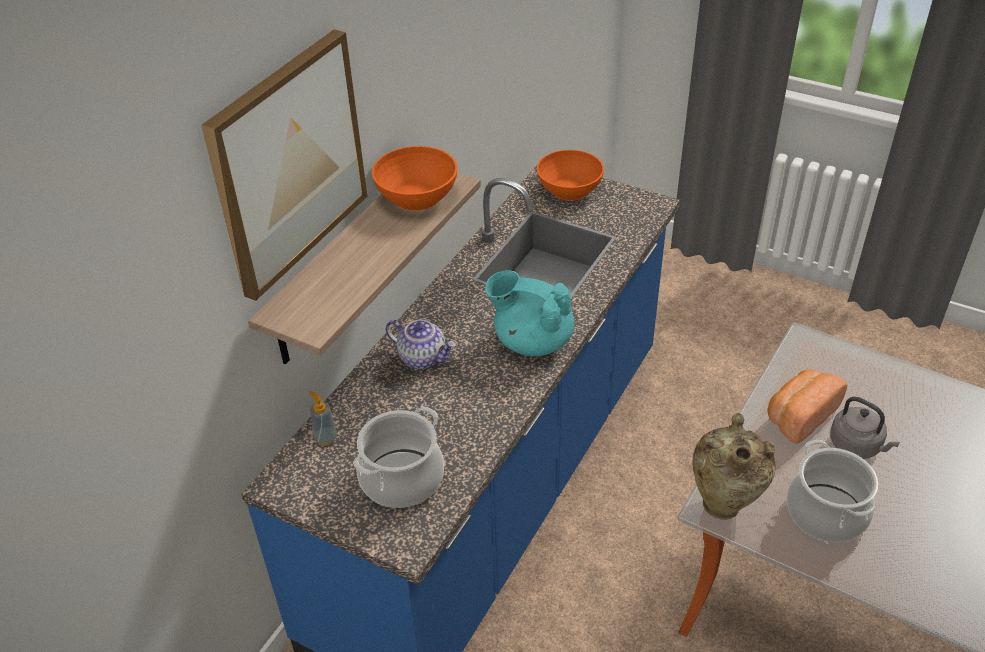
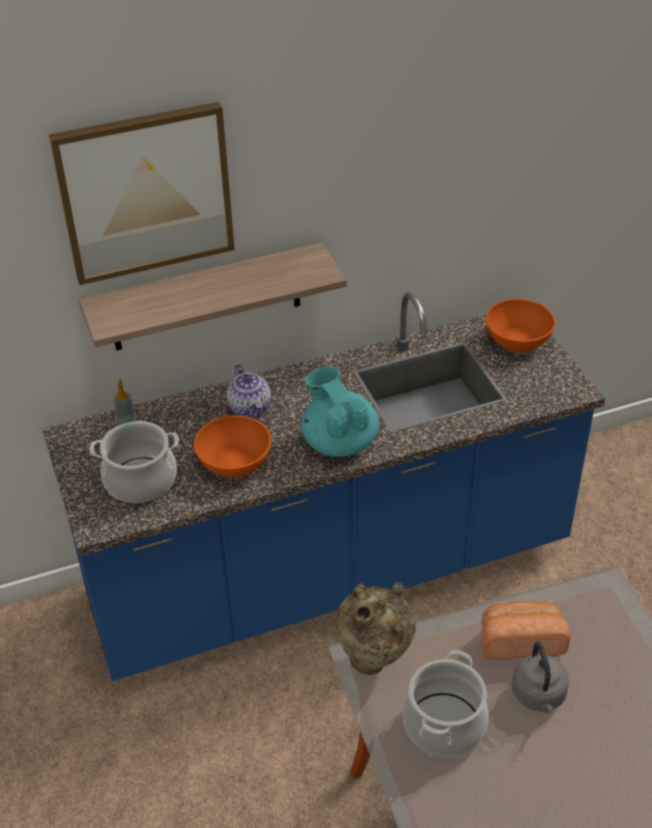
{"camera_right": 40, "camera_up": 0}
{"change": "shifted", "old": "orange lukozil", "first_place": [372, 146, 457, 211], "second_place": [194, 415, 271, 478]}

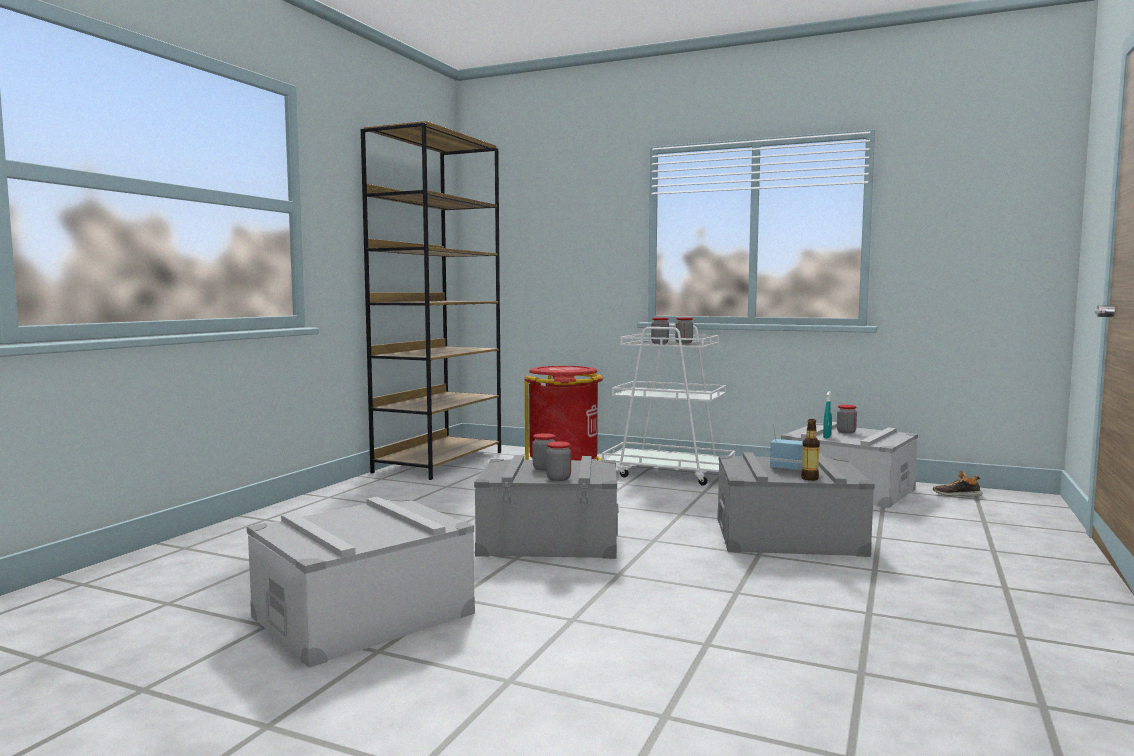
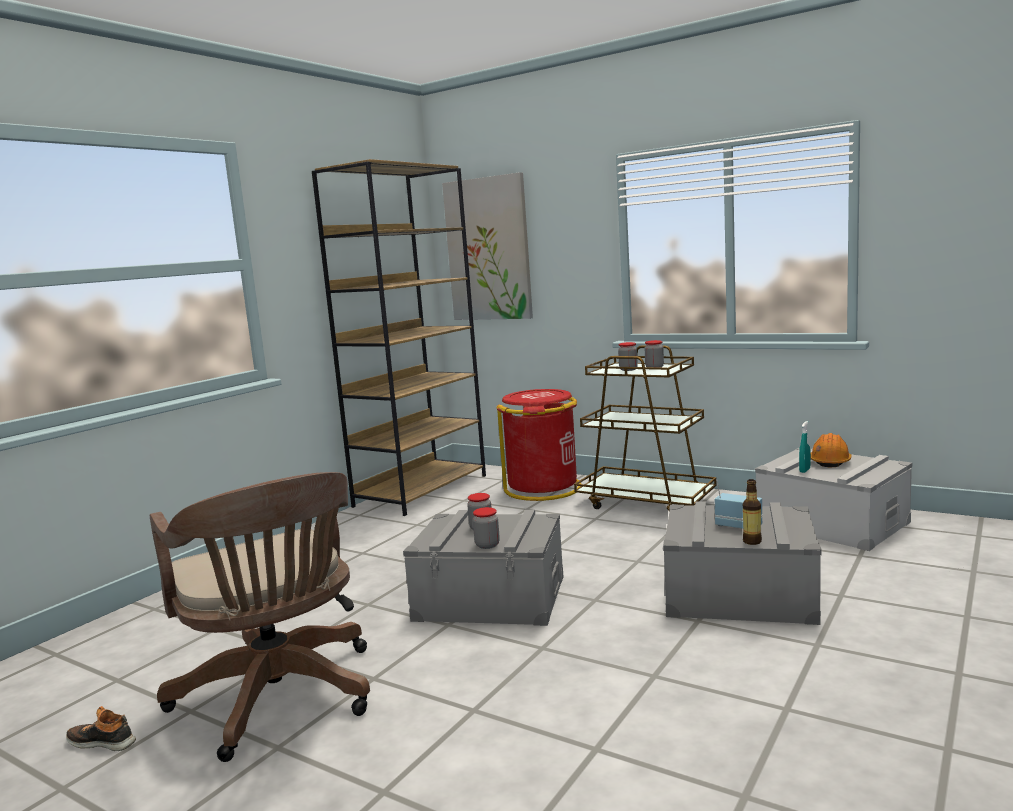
{"camera_right": 10, "camera_up": 5}
{"change": "new", "new": "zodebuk", "second_place": [442, 172, 533, 320]}
{"change": "shifted", "old": "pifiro", "first_place": [933, 471, 982, 497], "second_place": [66, 706, 136, 751]}
{"change": "swapped", "old": "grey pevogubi", "new": "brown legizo", "first_place": [247, 496, 475, 668], "second_place": [150, 472, 370, 762]}
{"change": "swapped", "old": "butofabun", "new": "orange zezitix", "first_place": [837, 405, 857, 434], "second_place": [811, 433, 852, 468]}
{"change": "repainted", "old": "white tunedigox", "new": "brown tunedigox", "first_place": [602, 324, 735, 486], "second_place": [574, 346, 717, 511]}

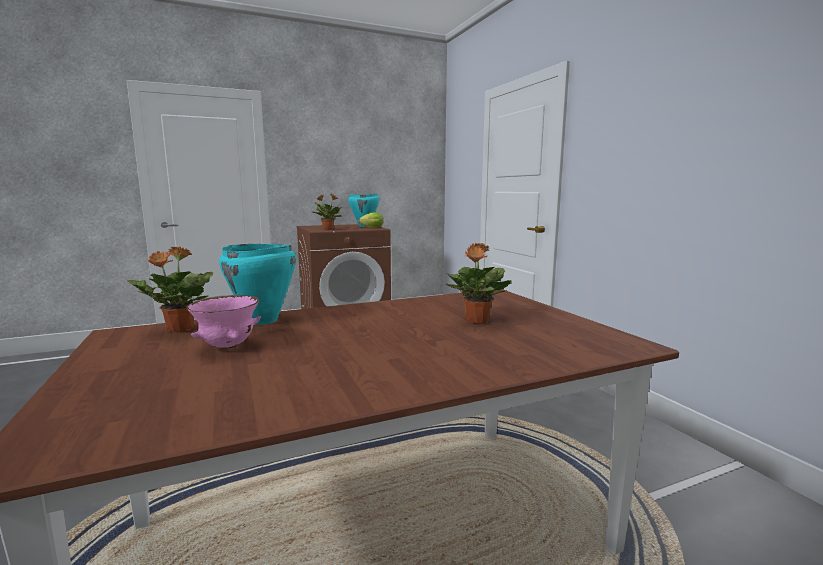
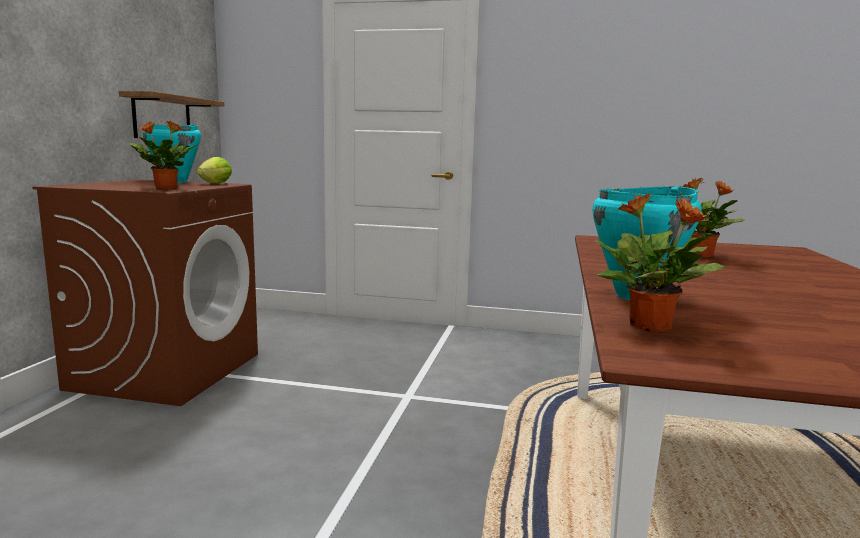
{"camera_right": -55, "camera_up": 0}
{"change": "gone", "old": "pink lukozil", "first_place": [186, 295, 261, 349]}
{"change": "new", "new": "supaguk", "second_place": [119, 91, 224, 138]}

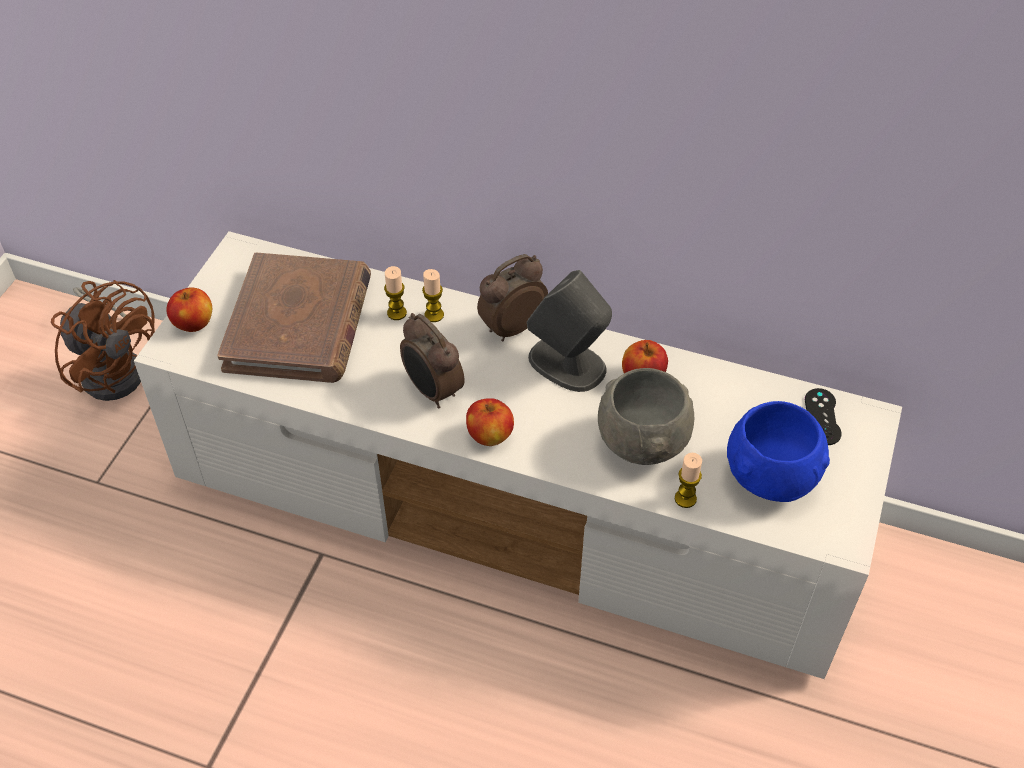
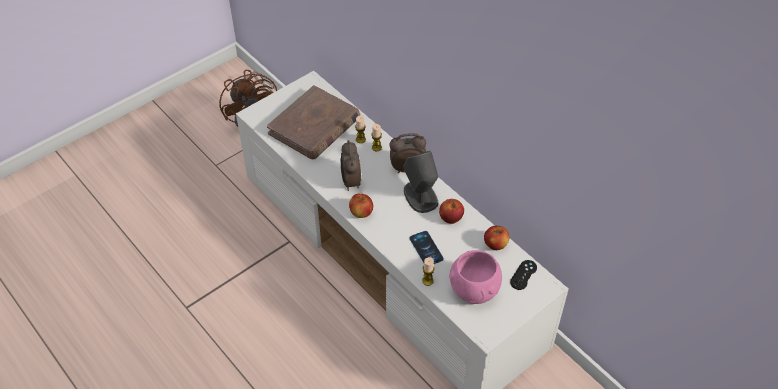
{"camera_right": 30, "camera_up": 0}
{"change": "shifted", "old": "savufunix", "first_place": [166, 287, 212, 332], "second_place": [484, 226, 509, 250]}
{"change": "swapped", "old": "grey lukozil", "new": "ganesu", "first_place": [598, 368, 694, 465], "second_place": [409, 231, 444, 264]}
{"change": "repainted", "old": "blue lukozil", "new": "pink lukozil", "first_place": [727, 401, 830, 502], "second_place": [449, 250, 502, 304]}

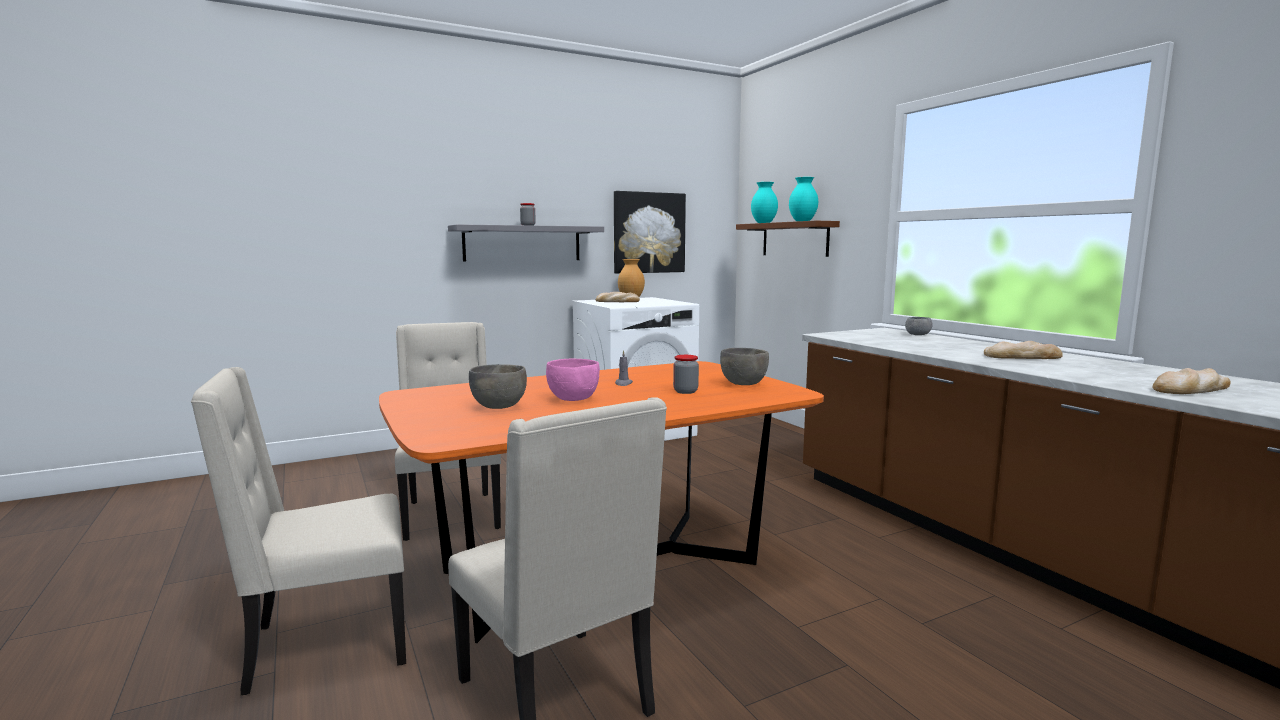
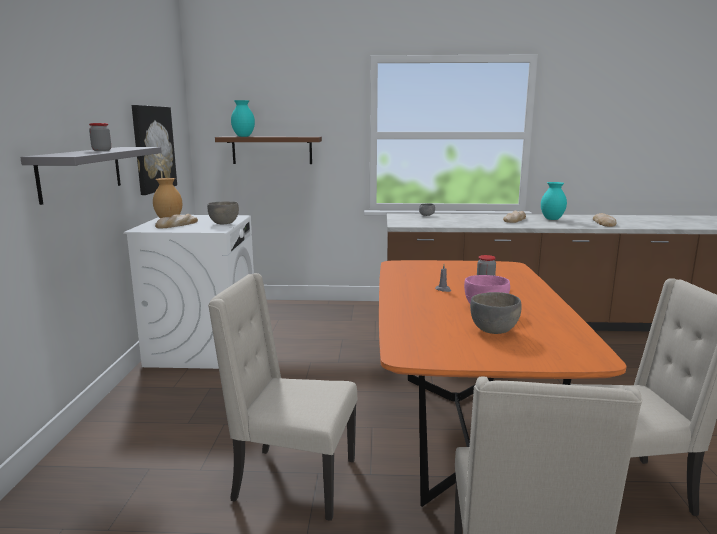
{"camera_right": -60, "camera_up": 5}
{"change": "shifted", "old": "grey lukozil", "first_place": [720, 348, 769, 385], "second_place": [207, 202, 239, 224]}
{"change": "shifted", "old": "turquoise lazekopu", "first_place": [789, 177, 818, 221], "second_place": [541, 182, 567, 220]}

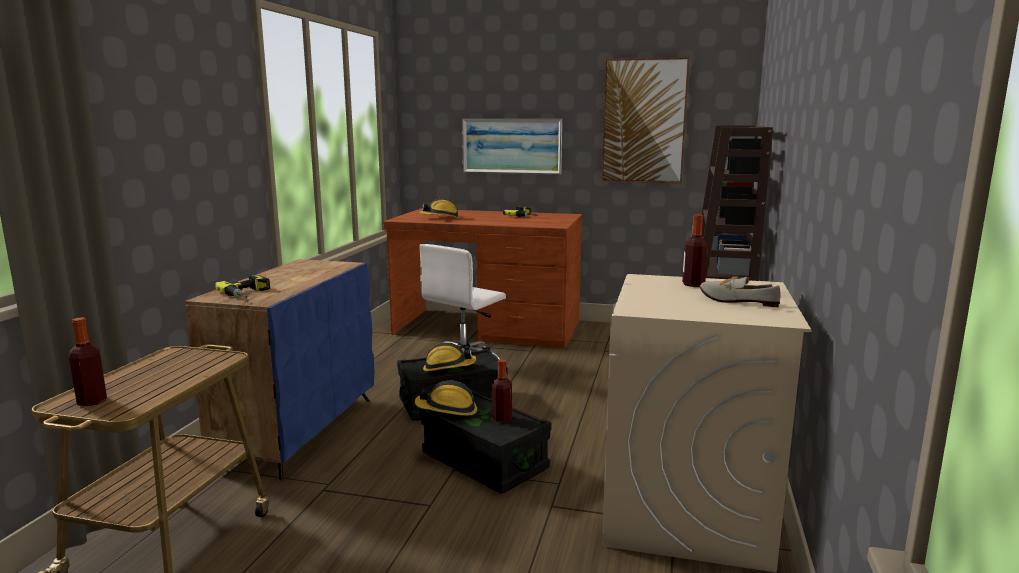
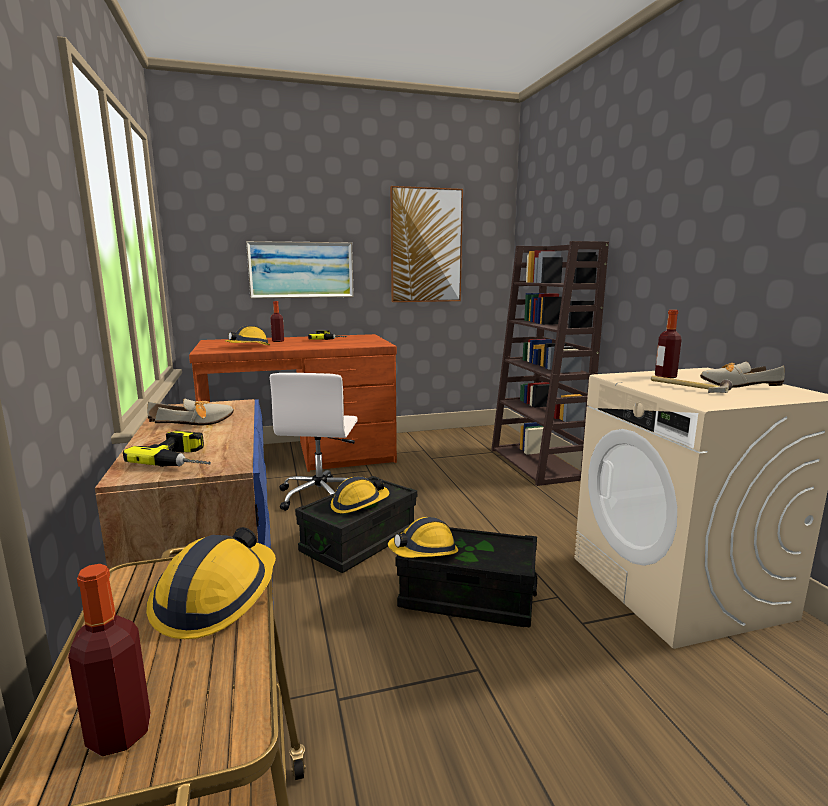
{"camera_right": -30, "camera_up": 0}
{"change": "new", "new": "zezitix", "second_place": [146, 527, 276, 639]}
{"change": "new", "new": "pifiro", "second_place": [147, 399, 234, 425]}
{"change": "new", "new": "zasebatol", "second_place": [651, 376, 733, 393]}
{"change": "shifted", "old": "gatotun", "first_place": [492, 359, 512, 423], "second_place": [271, 301, 284, 342]}

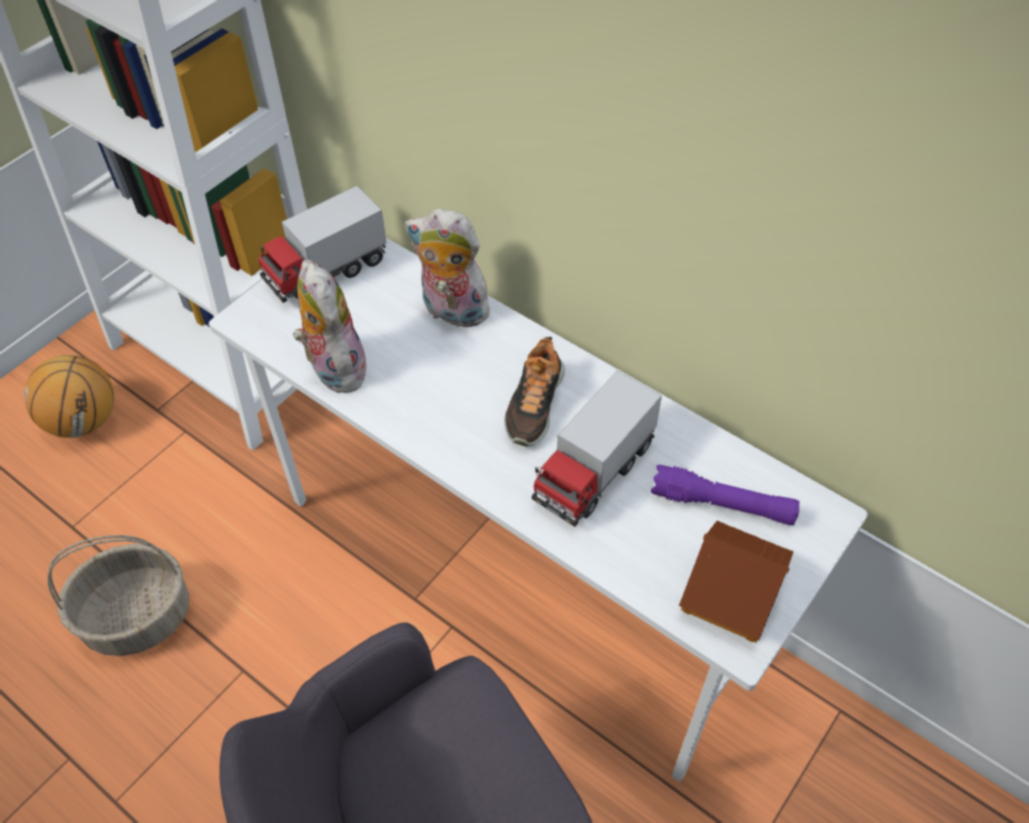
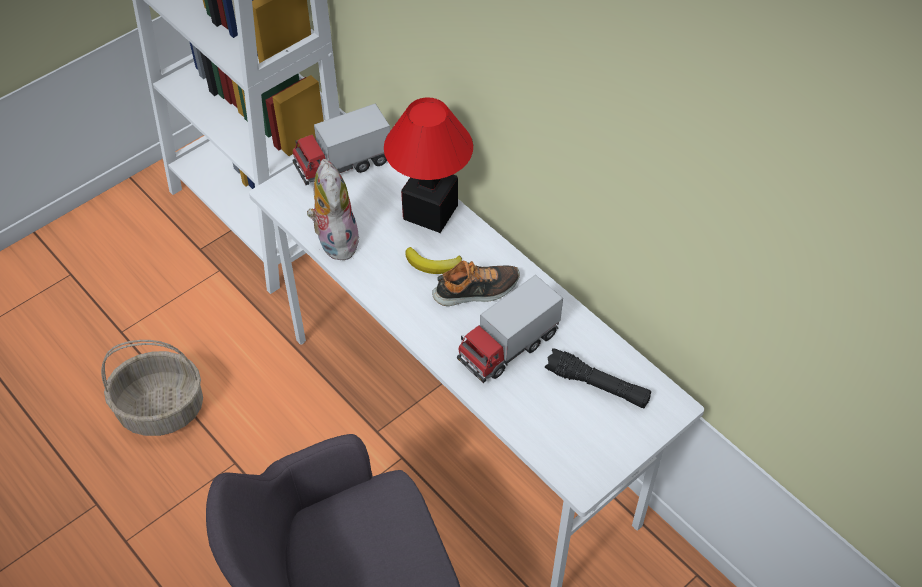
{"camera_right": 10, "camera_up": 0}
{"change": "gone", "old": "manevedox", "first_place": [24, 355, 114, 438]}
{"change": "gone", "old": "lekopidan", "first_place": [679, 521, 793, 642]}
{"change": "new", "new": "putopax", "second_place": [406, 247, 462, 274]}
{"change": "swapped", "old": "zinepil", "new": "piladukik", "first_place": [405, 209, 493, 331], "second_place": [384, 97, 473, 233]}
{"change": "repainted", "old": "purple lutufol", "new": "black lutufol", "first_place": [651, 465, 799, 526], "second_place": [545, 348, 651, 408]}
{"change": "rotated", "old": "pifiro", "first_place": [504, 337, 565, 446], "second_place": [432, 261, 520, 306], "degrees": -135}

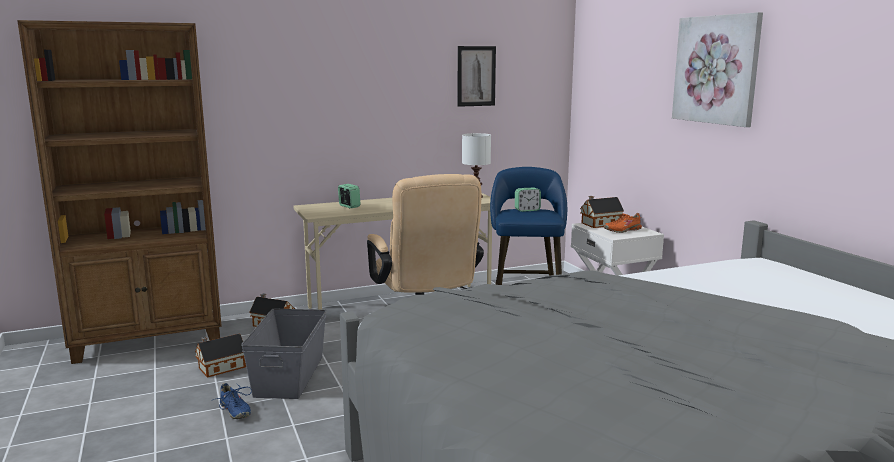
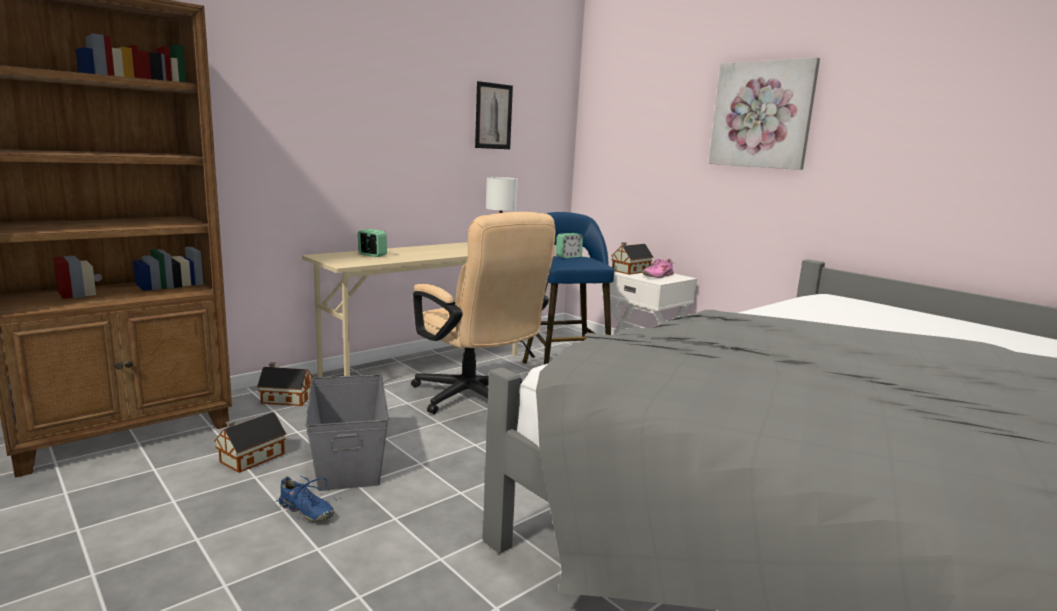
{"camera_right": -20, "camera_up": 0}
{"change": "repainted", "old": "orange pifiro", "new": "pink pifiro", "first_place": [603, 213, 642, 233], "second_place": [642, 258, 676, 278]}

